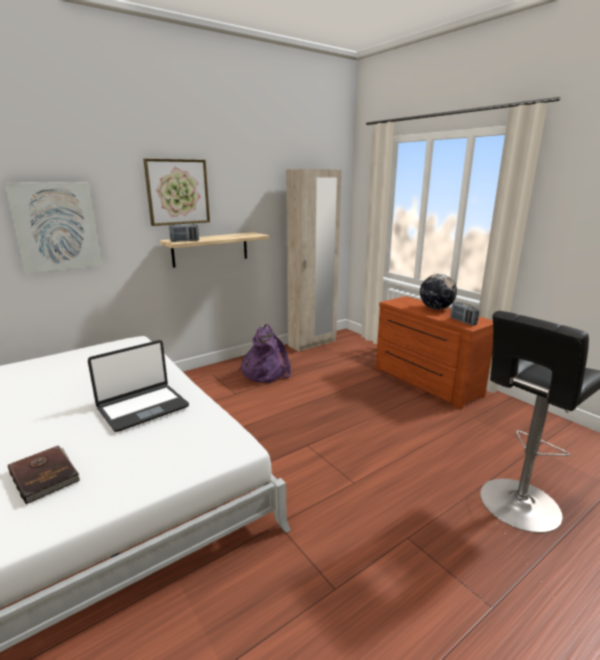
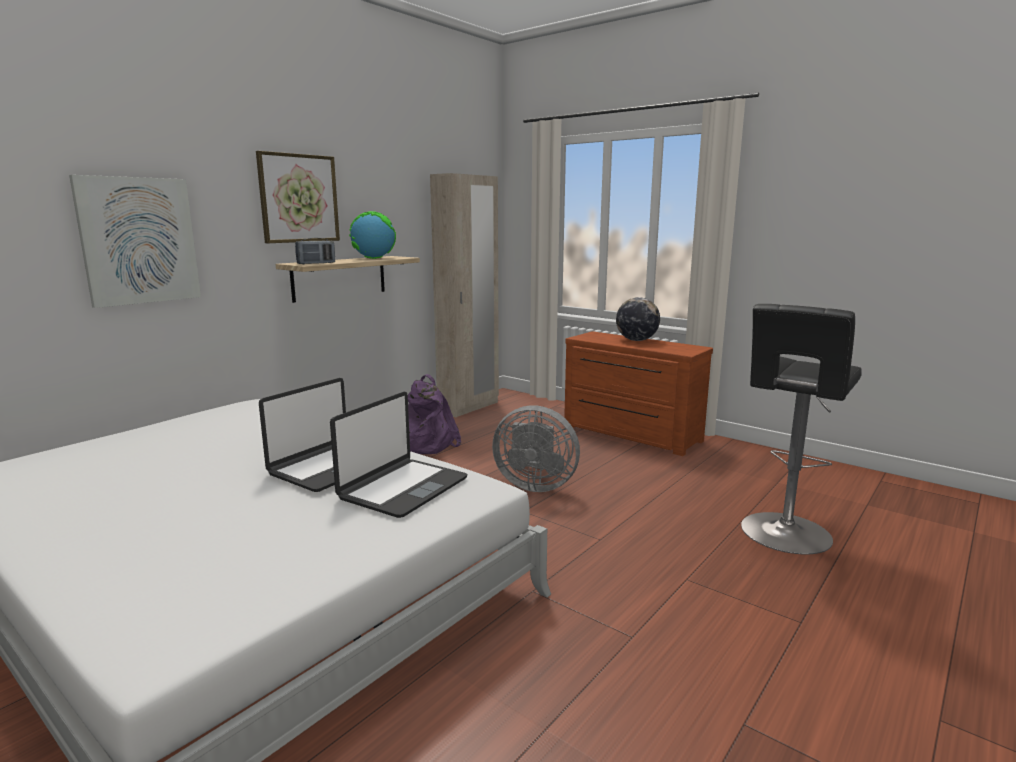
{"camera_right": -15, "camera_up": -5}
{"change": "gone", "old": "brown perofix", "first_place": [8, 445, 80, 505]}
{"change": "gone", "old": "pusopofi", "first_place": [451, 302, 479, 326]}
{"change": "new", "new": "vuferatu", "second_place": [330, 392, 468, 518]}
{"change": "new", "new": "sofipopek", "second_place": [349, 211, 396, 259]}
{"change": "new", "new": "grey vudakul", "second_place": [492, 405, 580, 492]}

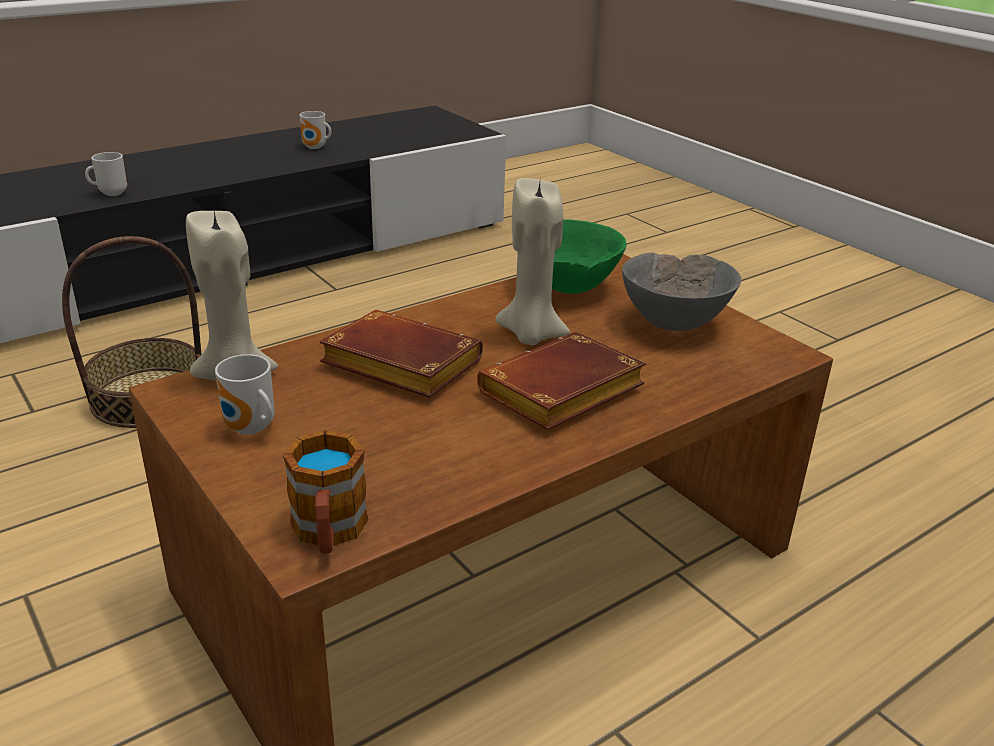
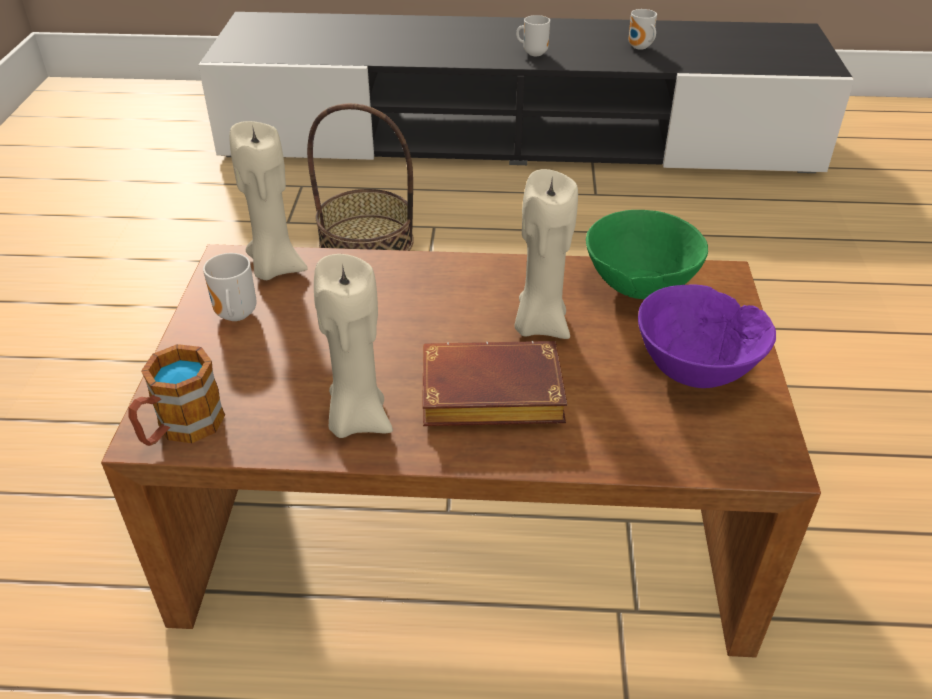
{"camera_right": 40, "camera_up": 10}
{"change": "gone", "old": "brown perofix", "first_place": [319, 310, 483, 398]}
{"change": "new", "new": "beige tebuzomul", "second_place": [314, 254, 393, 438]}
{"change": "shifted", "old": "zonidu", "first_place": [85, 152, 127, 196], "second_place": [516, 15, 550, 56]}
{"change": "repainted", "old": "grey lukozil", "new": "purple lukozil", "first_place": [622, 252, 741, 331], "second_place": [638, 284, 776, 388]}

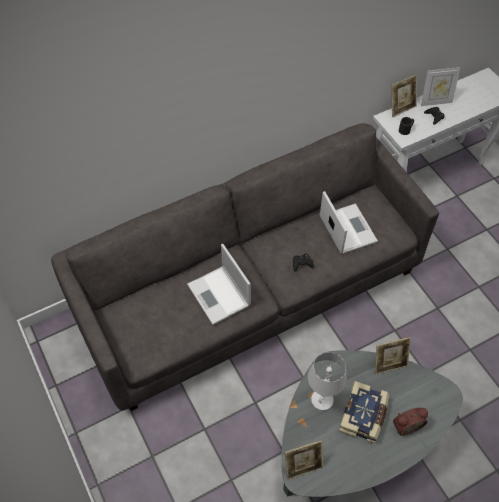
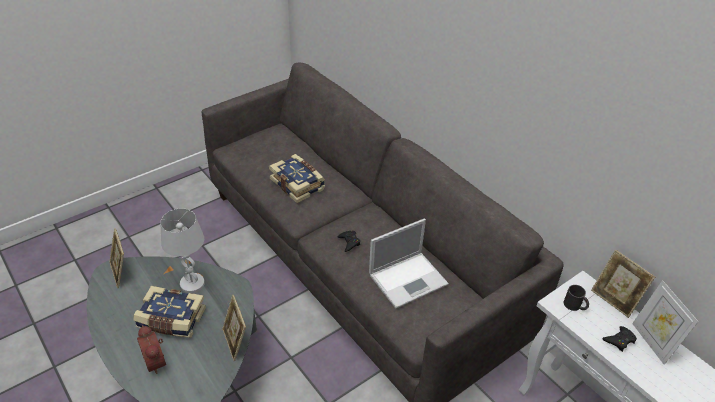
{"camera_right": 80, "camera_up": -15}
{"change": "swapped", "old": "vuferatu", "new": "perofix", "first_place": [187, 244, 251, 325], "second_place": [269, 154, 325, 203]}

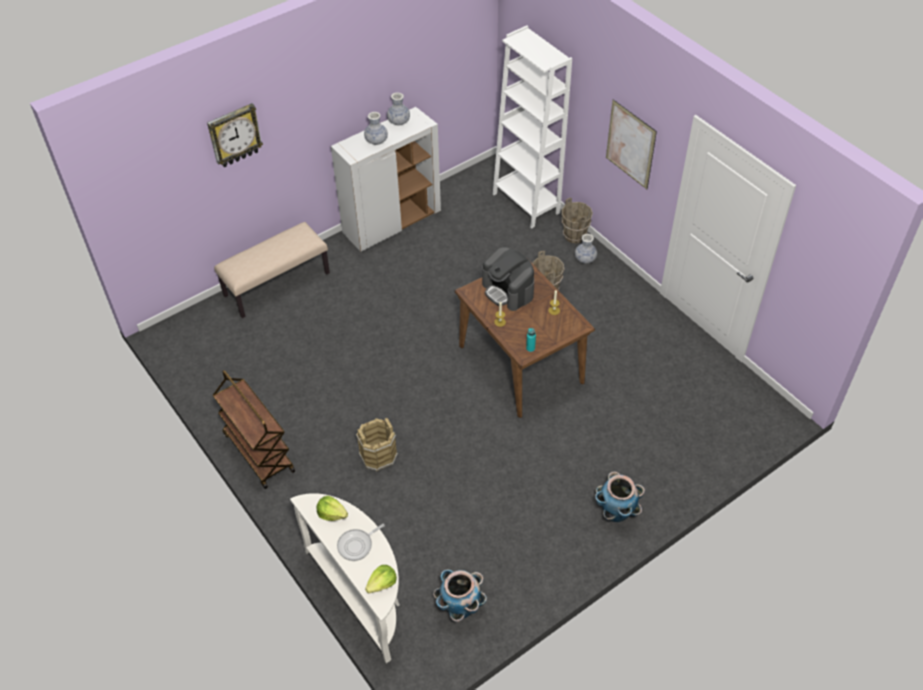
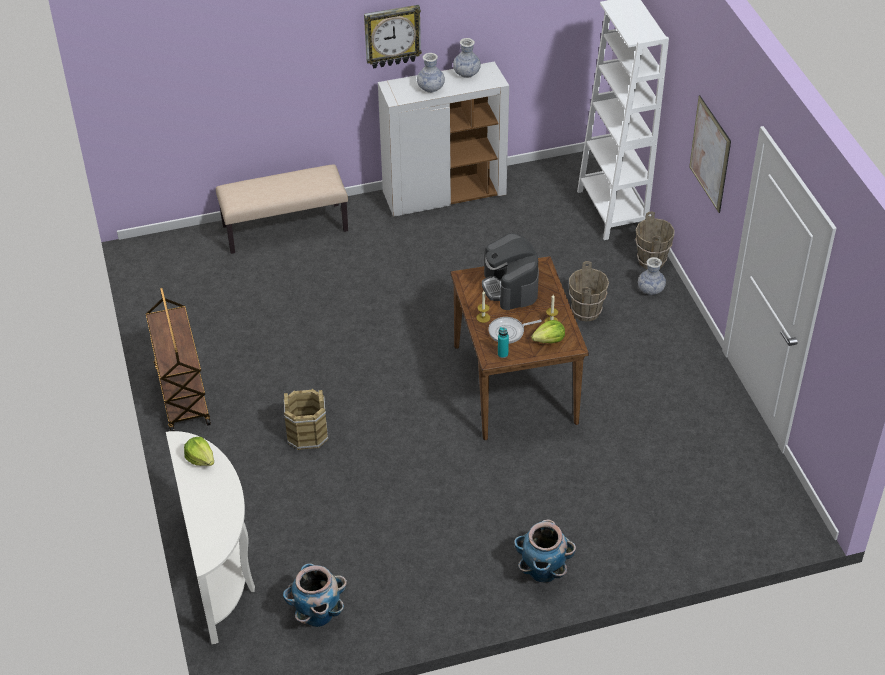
{"camera_right": 20, "camera_up": -5}
{"change": "shifted", "old": "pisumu", "first_place": [207, 103, 263, 167], "second_place": [364, 5, 422, 68]}
{"change": "shifted", "old": "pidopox", "first_place": [337, 524, 385, 561], "second_place": [488, 317, 542, 344]}
{"change": "shifted", "old": "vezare", "first_place": [365, 565, 397, 594], "second_place": [531, 320, 565, 343]}

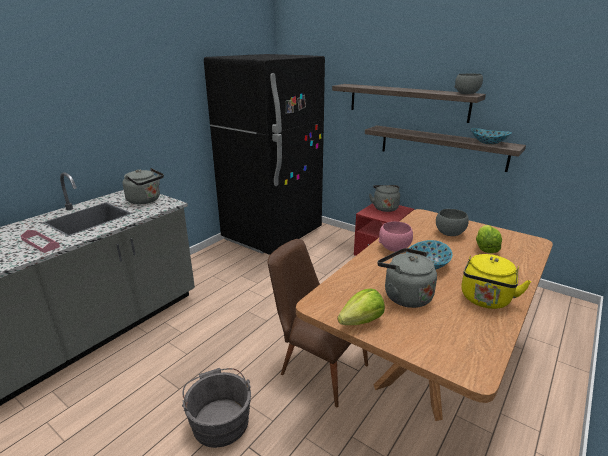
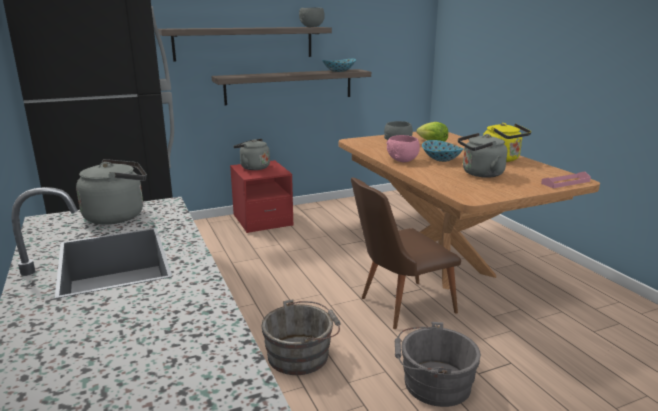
{"camera_right": -60, "camera_up": -5}
{"change": "gone", "old": "vezare", "first_place": [338, 289, 385, 325]}
{"change": "new", "new": "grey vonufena", "second_place": [261, 300, 341, 375]}
{"change": "shifted", "old": "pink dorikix", "first_place": [21, 230, 60, 253], "second_place": [541, 171, 591, 188]}

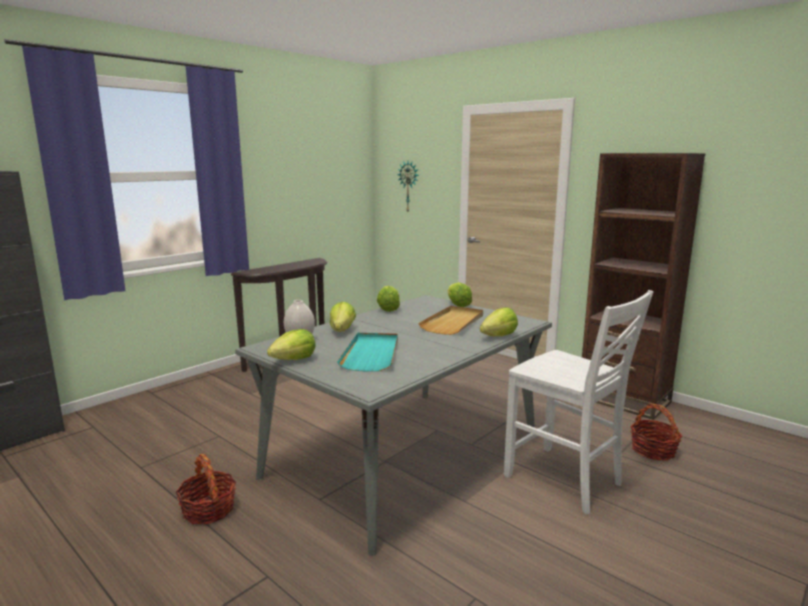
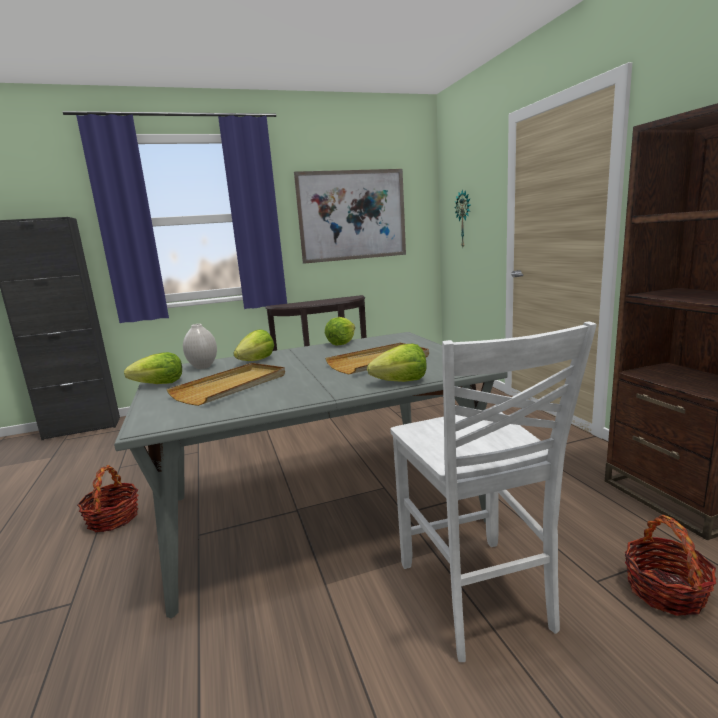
{"camera_right": 30, "camera_up": 0}
{"change": "gone", "old": "vezare", "first_place": [448, 282, 472, 307]}
{"change": "new", "new": "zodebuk", "second_place": [294, 169, 406, 264]}
{"change": "repainted", "old": "turquoise dorikix", "new": "beige dorikix", "first_place": [337, 333, 398, 371], "second_place": [166, 363, 285, 406]}

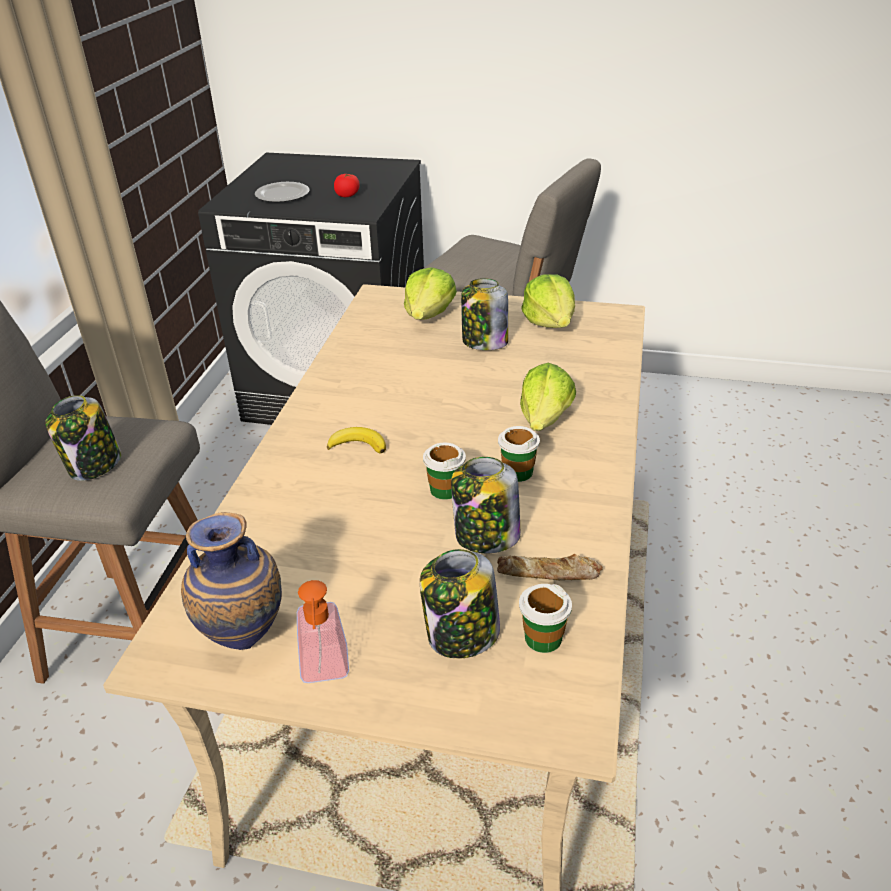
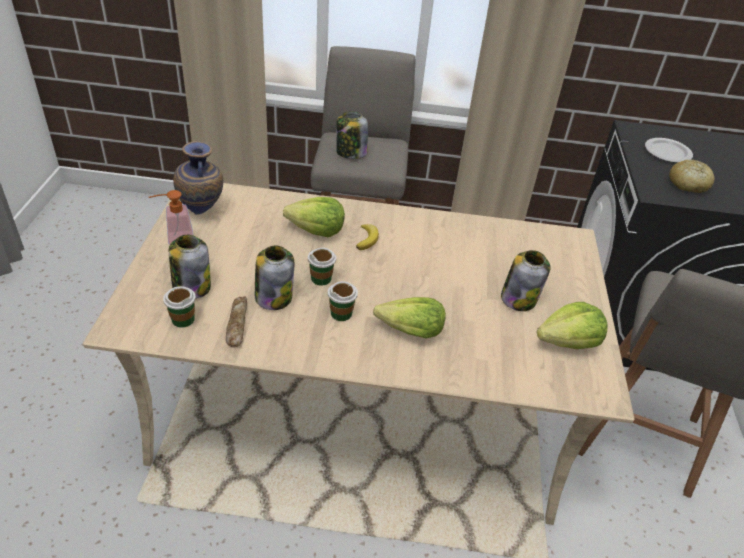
{"camera_right": 80, "camera_up": 5}
{"change": "shifted", "old": "vezare", "first_place": [404, 267, 457, 320], "second_place": [283, 197, 345, 237]}
{"change": "swapped", "old": "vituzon", "new": "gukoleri", "first_place": [334, 174, 360, 197], "second_place": [669, 160, 714, 193]}

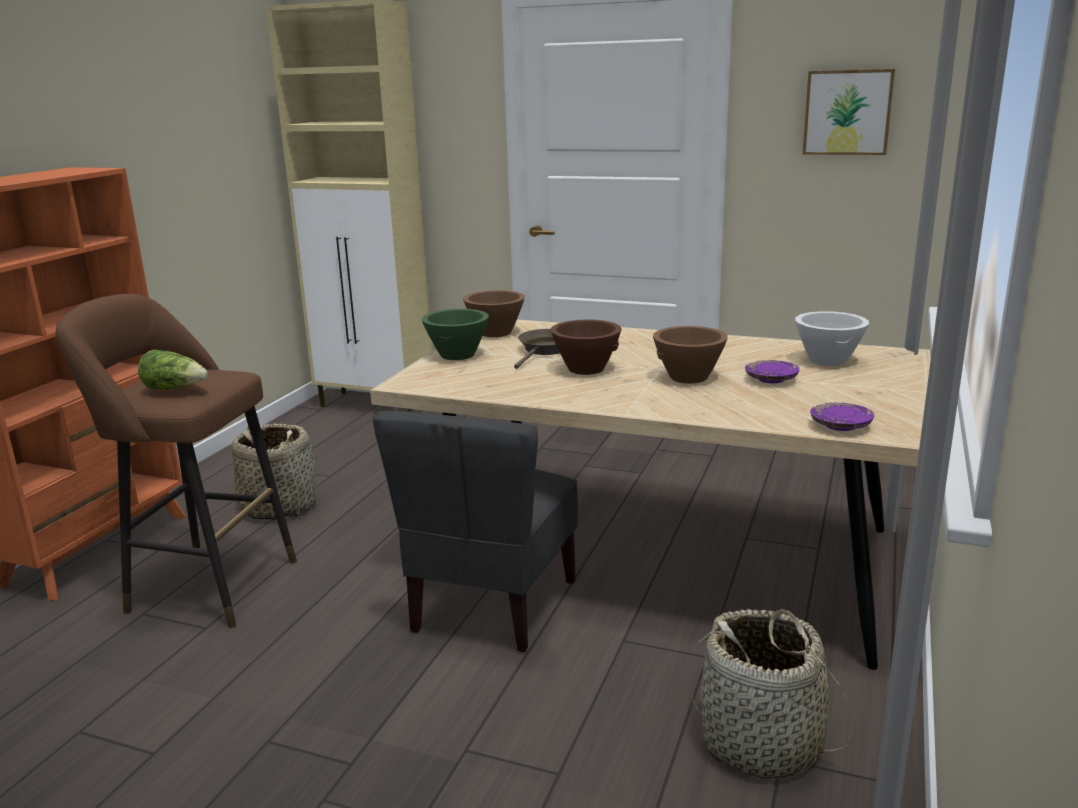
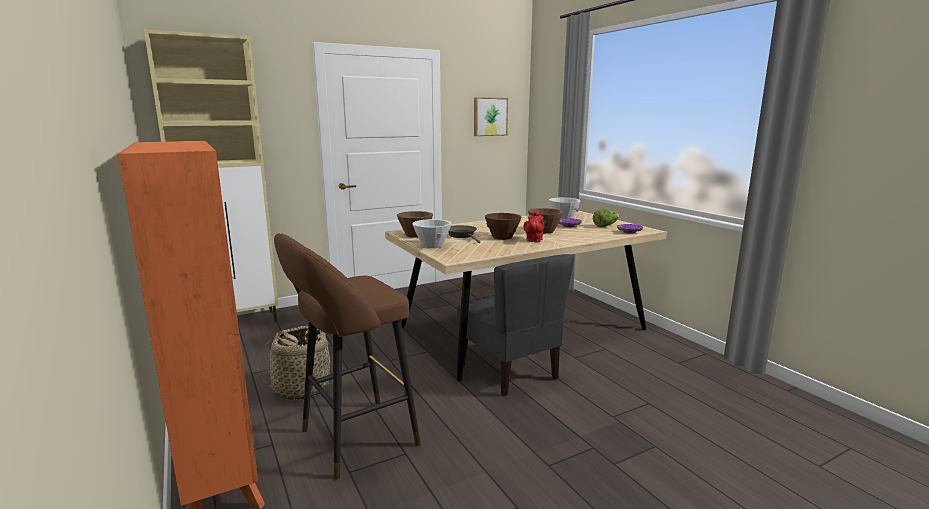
{"camera_right": -50, "camera_up": -5}
{"change": "gone", "old": "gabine", "first_place": [689, 609, 856, 779]}
{"change": "new", "new": "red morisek", "second_place": [523, 210, 544, 242]}
{"change": "shifted", "old": "vezare", "first_place": [138, 349, 208, 390], "second_place": [593, 209, 619, 227]}
{"change": "repainted", "old": "green lukozil", "new": "white lukozil", "first_place": [422, 309, 489, 360], "second_place": [412, 219, 452, 248]}

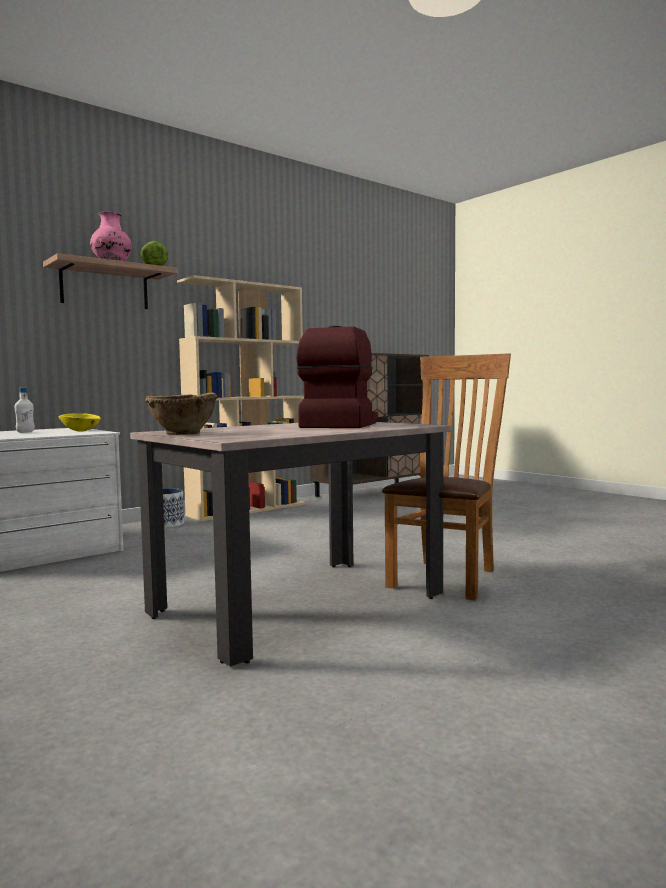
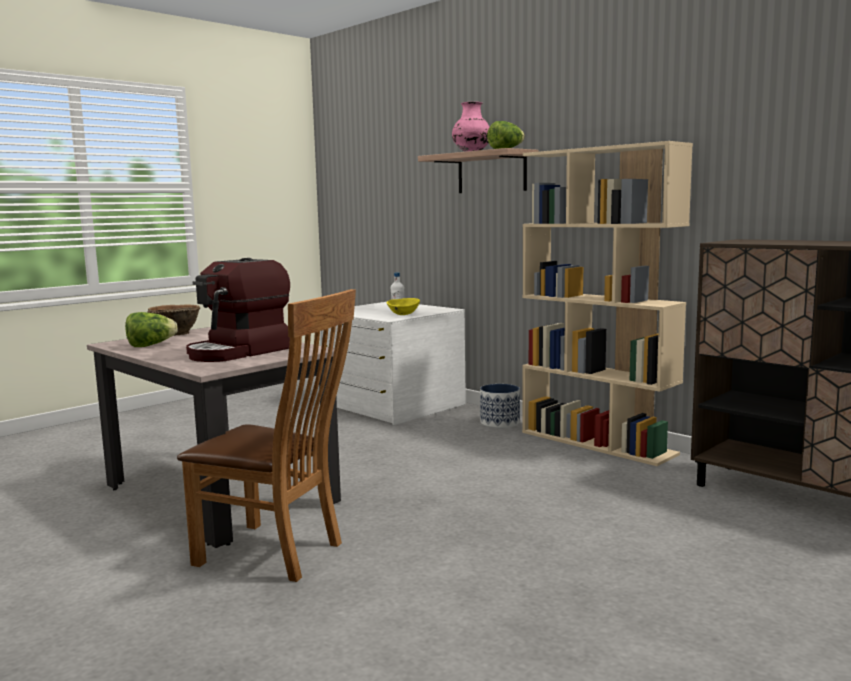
{"camera_right": 85, "camera_up": 5}
{"change": "new", "new": "vezare", "second_place": [125, 312, 178, 347]}
{"change": "rotated", "old": "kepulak", "first_place": [297, 326, 378, 428], "second_place": [186, 258, 290, 362], "degrees": 120}

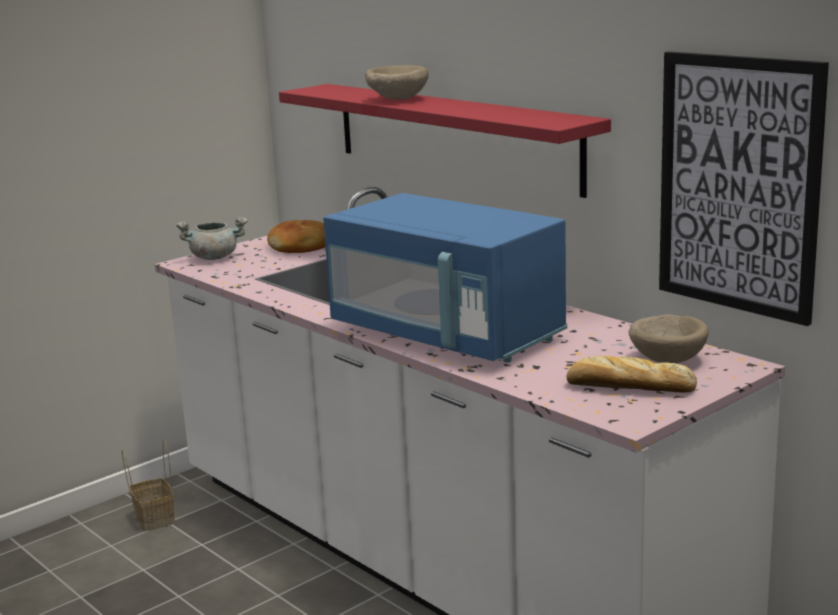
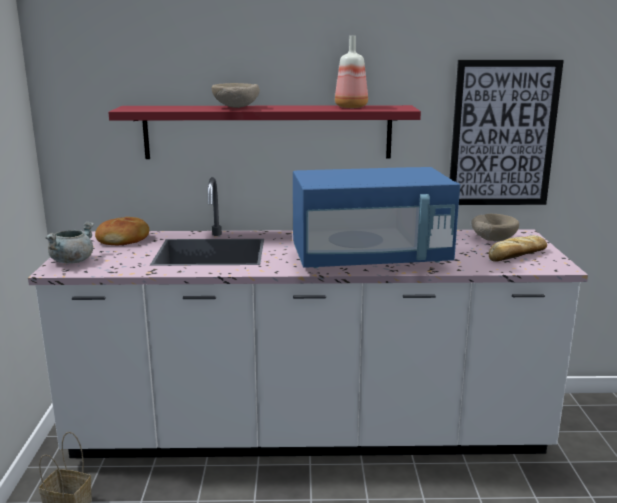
{"camera_right": -50, "camera_up": 0}
{"change": "new", "new": "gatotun", "second_place": [335, 36, 368, 108]}

